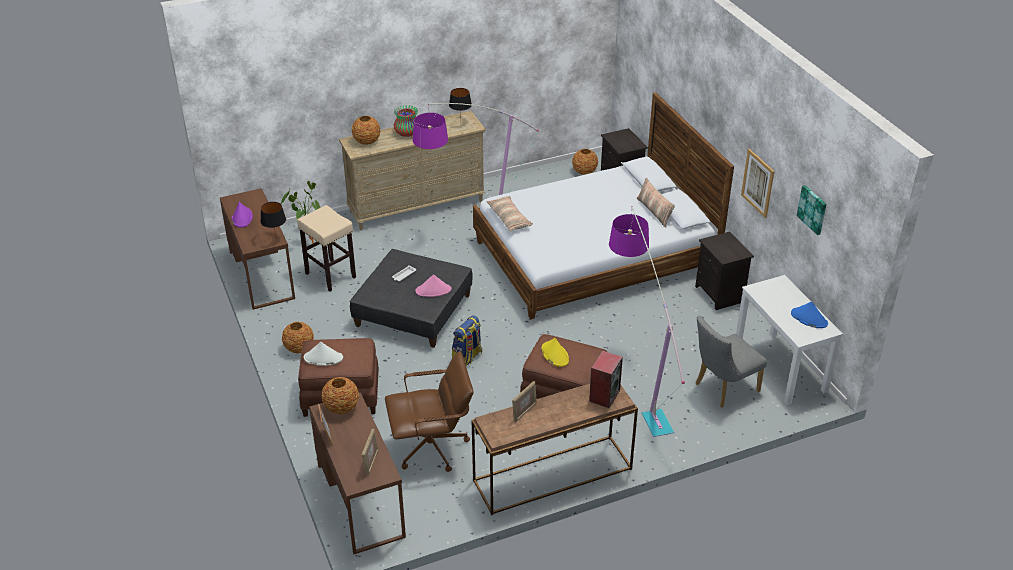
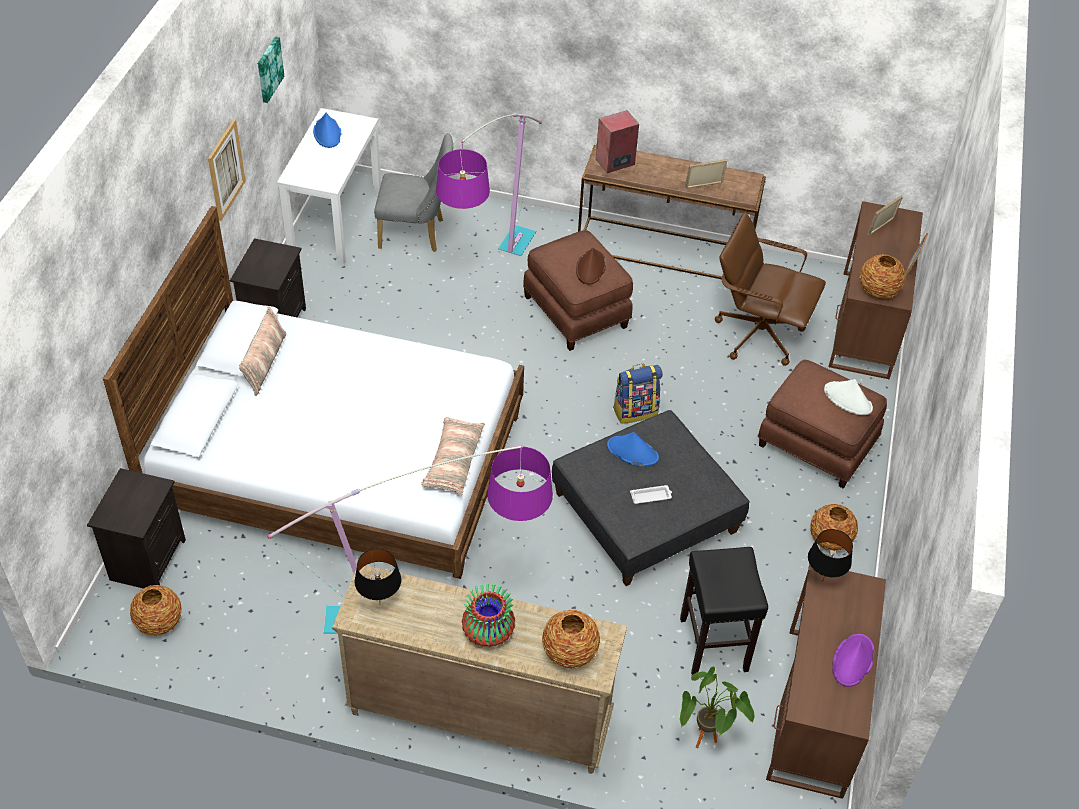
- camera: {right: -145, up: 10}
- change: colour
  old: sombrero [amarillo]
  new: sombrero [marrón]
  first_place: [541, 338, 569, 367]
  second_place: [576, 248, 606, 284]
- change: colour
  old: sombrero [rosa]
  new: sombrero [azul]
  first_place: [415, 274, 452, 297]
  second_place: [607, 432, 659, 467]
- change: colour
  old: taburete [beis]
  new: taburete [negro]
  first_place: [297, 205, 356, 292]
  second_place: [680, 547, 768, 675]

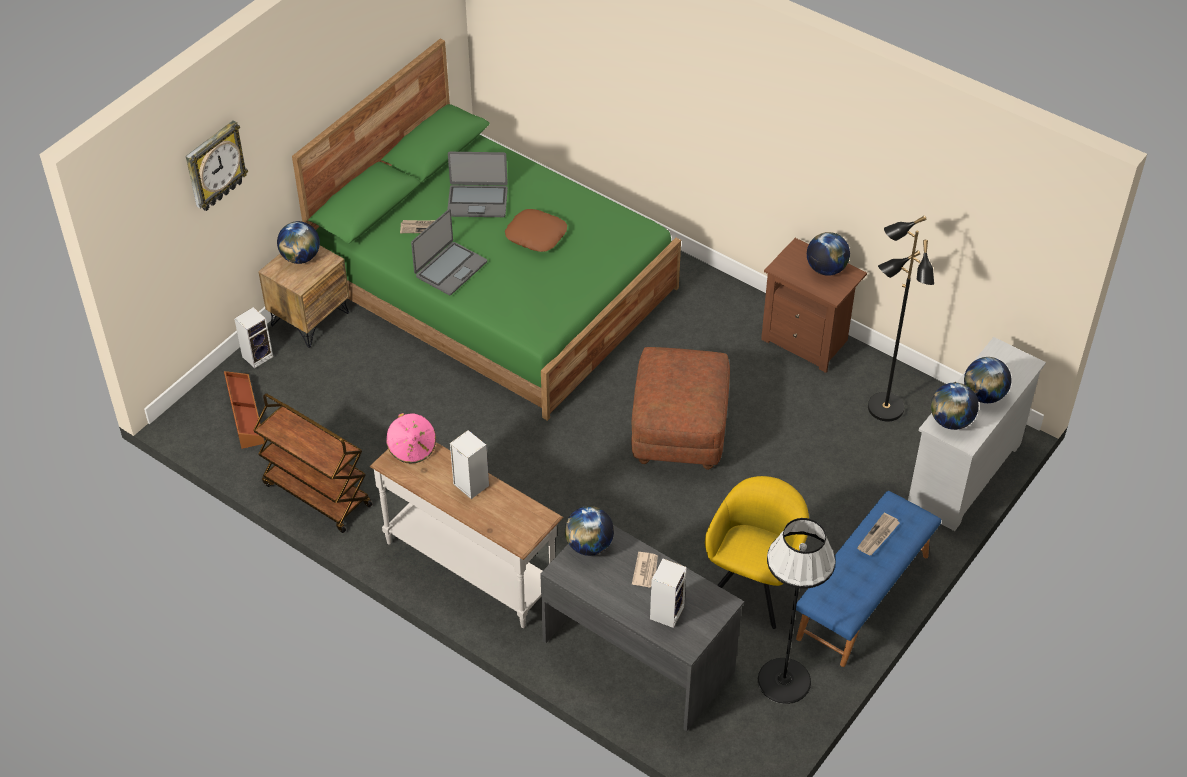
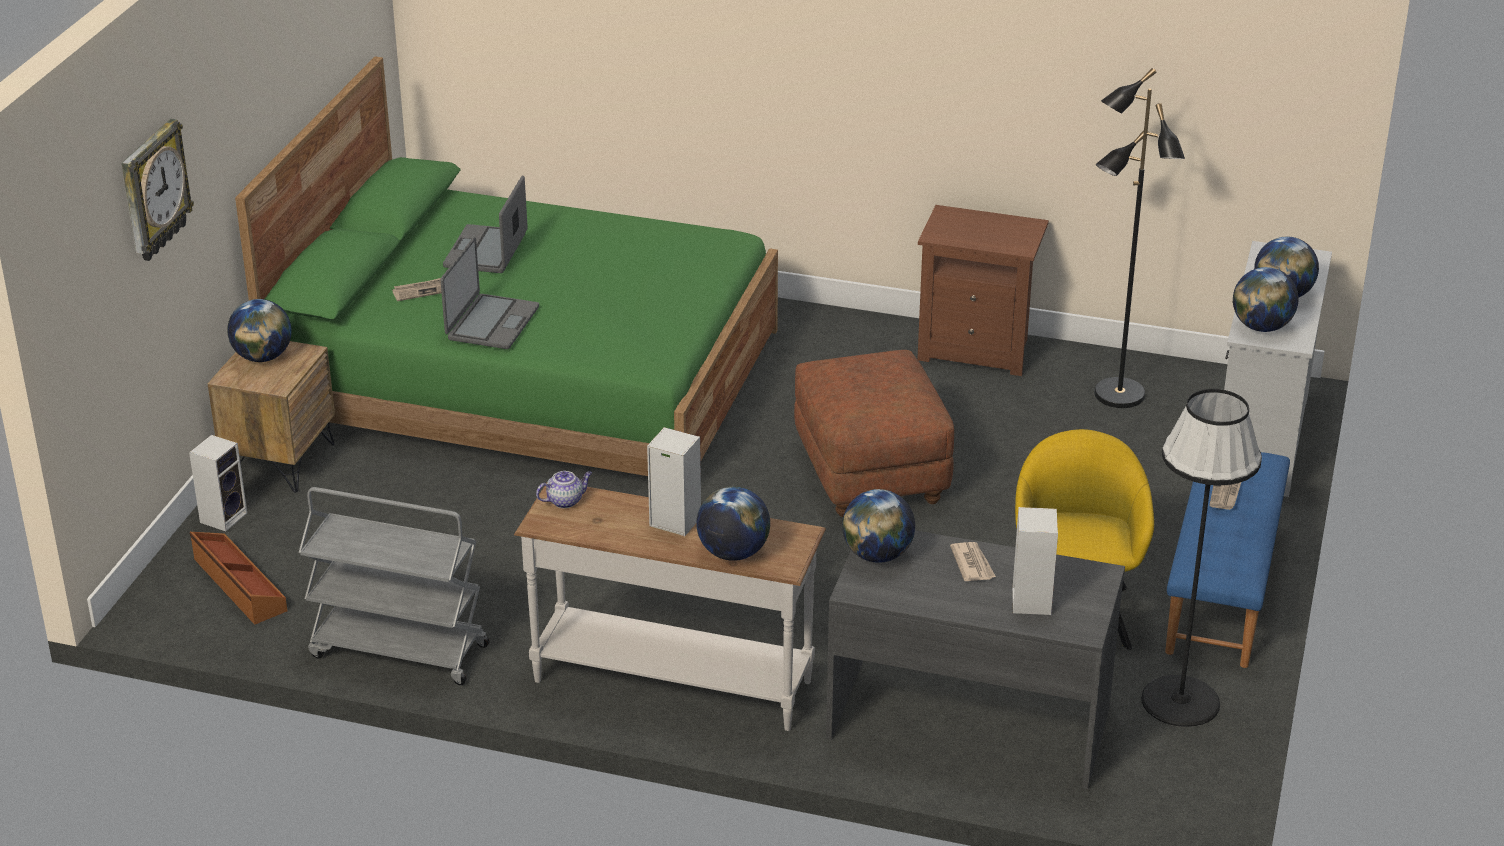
- camera: {right: -20, up: -15}
- change: colour
  old: carrito [marrón]
  new: carrito [gris]
  first_place: [253, 393, 372, 533]
  second_place: [299, 487, 490, 685]
- change: spun
  old: portátil
  first_place: [447, 152, 508, 217]
  second_place: [443, 175, 528, 273]
  degrees: 120
- change: exchanged
  old: sombrero [rosa]
  new: tetera
  first_place: [387, 413, 436, 463]
  second_place: [536, 471, 592, 508]
- change: relocated
  old: globo terráqueo
  first_place: [807, 232, 850, 276]
  second_place: [696, 486, 770, 561]
- change: missing
  old: cojín [marrón]
  first_place: [505, 209, 567, 252]

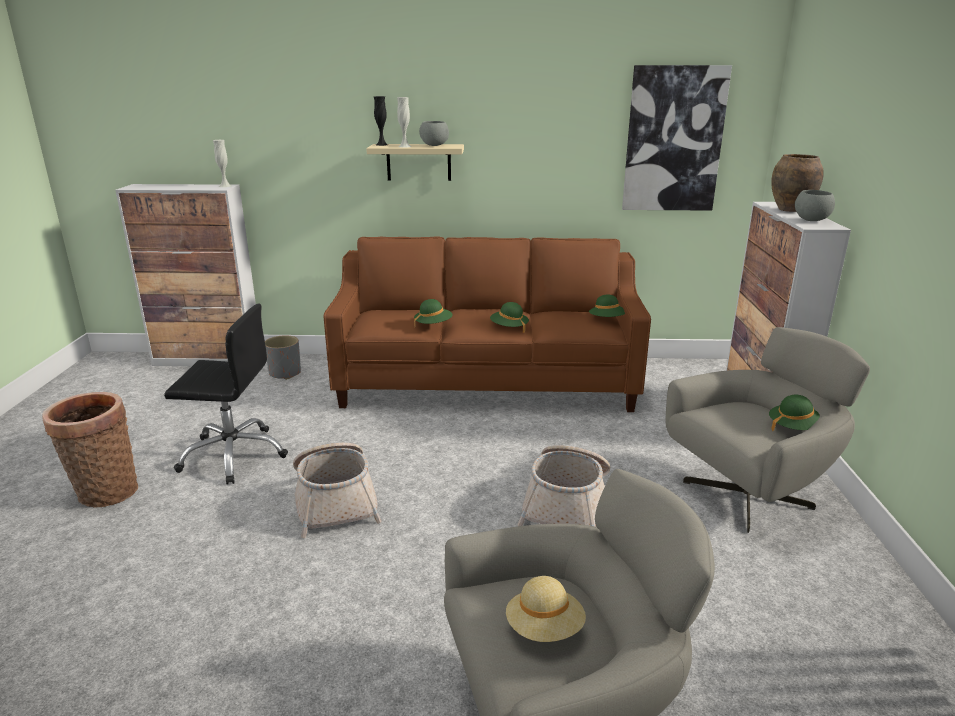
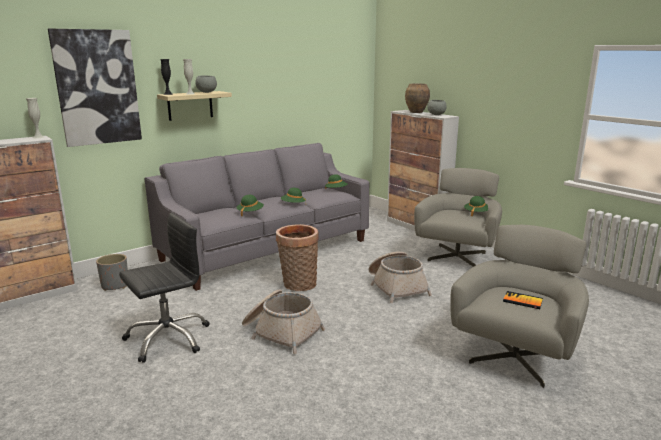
- camera: {right: -40, up: -5}
- change: relocated
  old: cuadro
  first_place: [622, 65, 732, 210]
  second_place: [48, 29, 142, 147]
- change: colour
  old: sofá [marrón]
  new: sofá [gris]
  first_place: [323, 236, 651, 412]
  second_place: [145, 143, 369, 291]
- change: relocated
  old: cesta
  first_place: [42, 392, 138, 507]
  second_place: [276, 224, 319, 291]
- change: exchanged
  old: sombrero [beis]
  new: libro
  first_place: [506, 576, 586, 642]
  second_place: [503, 291, 543, 309]

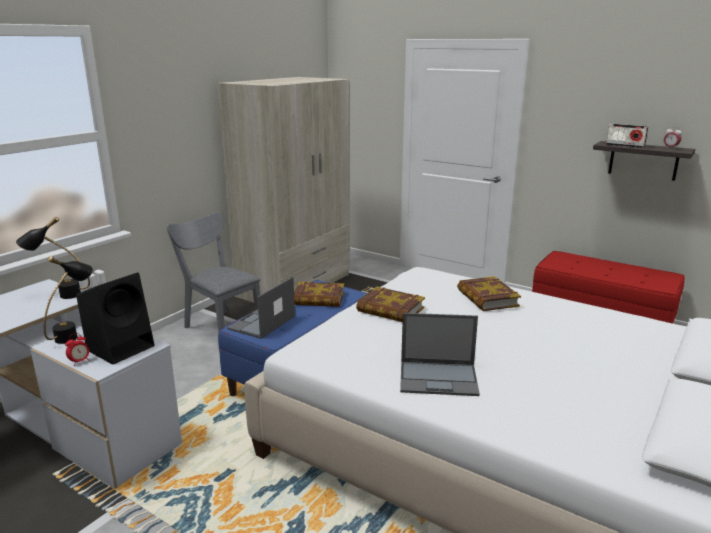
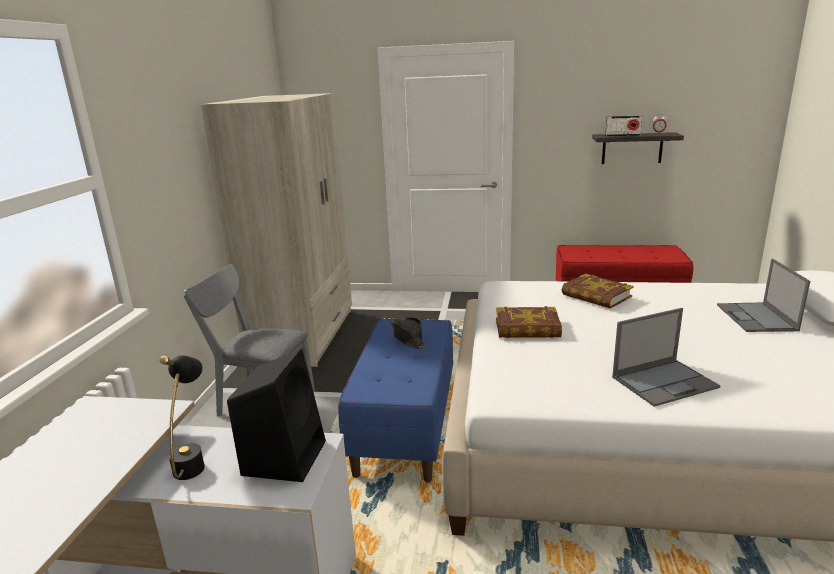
- camera: {right: -25, up: 0}
- change: exchanged
  old: libro
  new: sombrero [negro]
  first_place: [294, 281, 344, 307]
  second_place: [391, 317, 426, 349]
- change: relocated
  old: portátil
  first_place: [227, 277, 295, 339]
  second_place: [717, 259, 810, 332]
- change: missing
  old: lámpara de mesa [negro]
  first_place: [16, 217, 90, 299]
- change: missing
  old: despertador
  first_place: [65, 333, 90, 366]

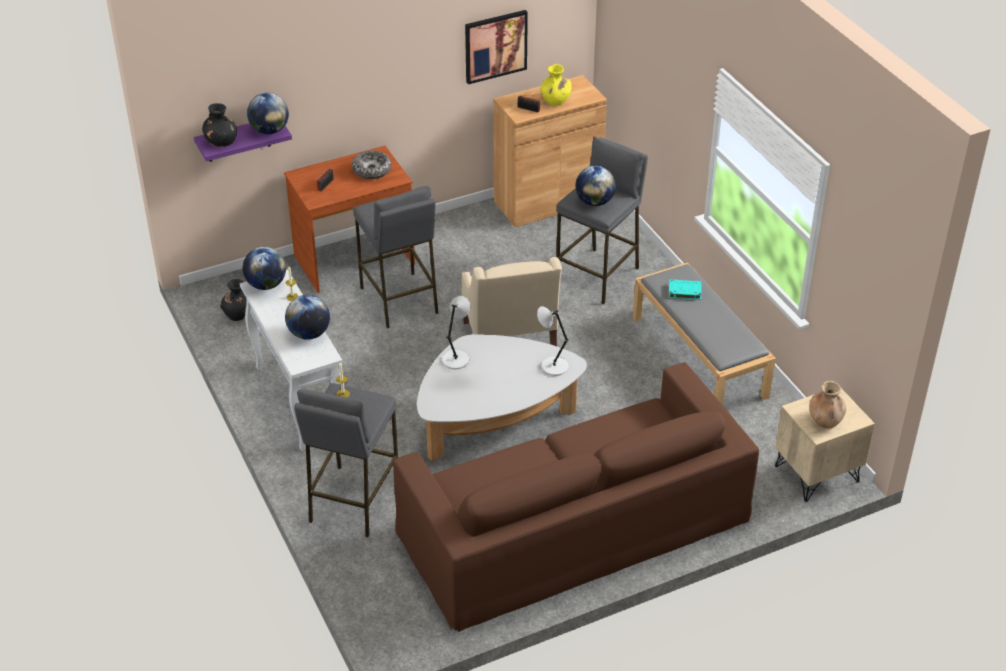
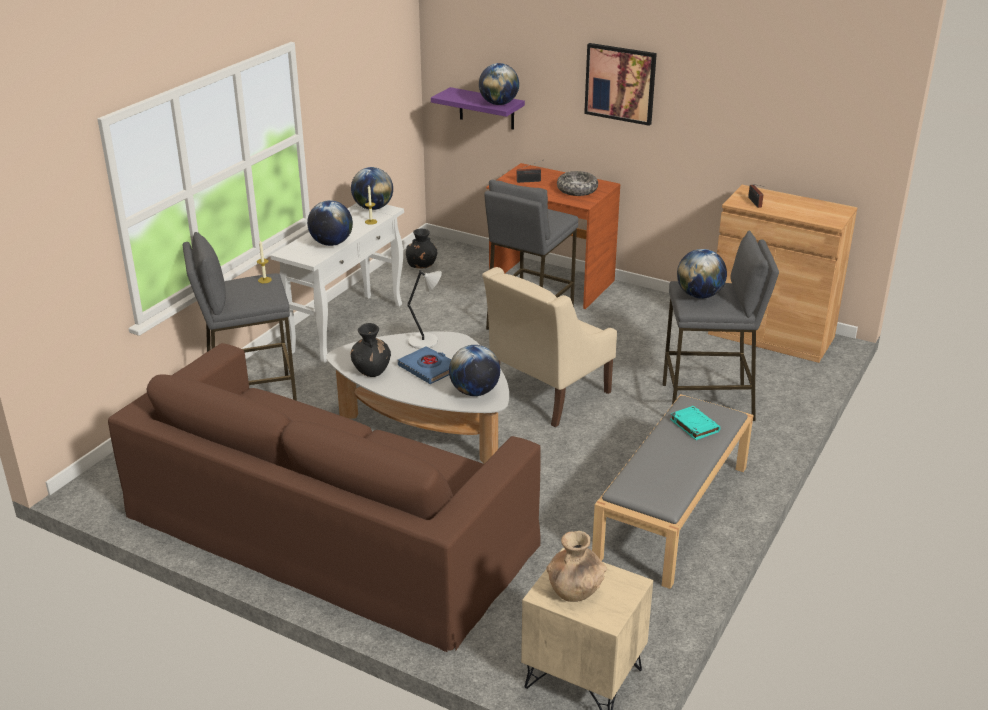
- camera: {right: 55, up: -10}
- change: relocated
  old: florero [negro]
  first_place: [202, 103, 237, 147]
  second_place: [351, 323, 391, 377]
- change: appeared
  new: libro [azul]
  second_place: [398, 346, 451, 384]
- change: exchanged
  old: lámpara de mesa [gris]
  new: globo terráqueo
  first_place: [537, 306, 568, 376]
  second_place: [449, 345, 500, 396]
- change: relocated
  old: cuadro
  first_place: [465, 10, 528, 84]
  second_place: [584, 43, 657, 126]
- change: missing
  old: florero [amarillo]
  first_place: [540, 64, 572, 106]

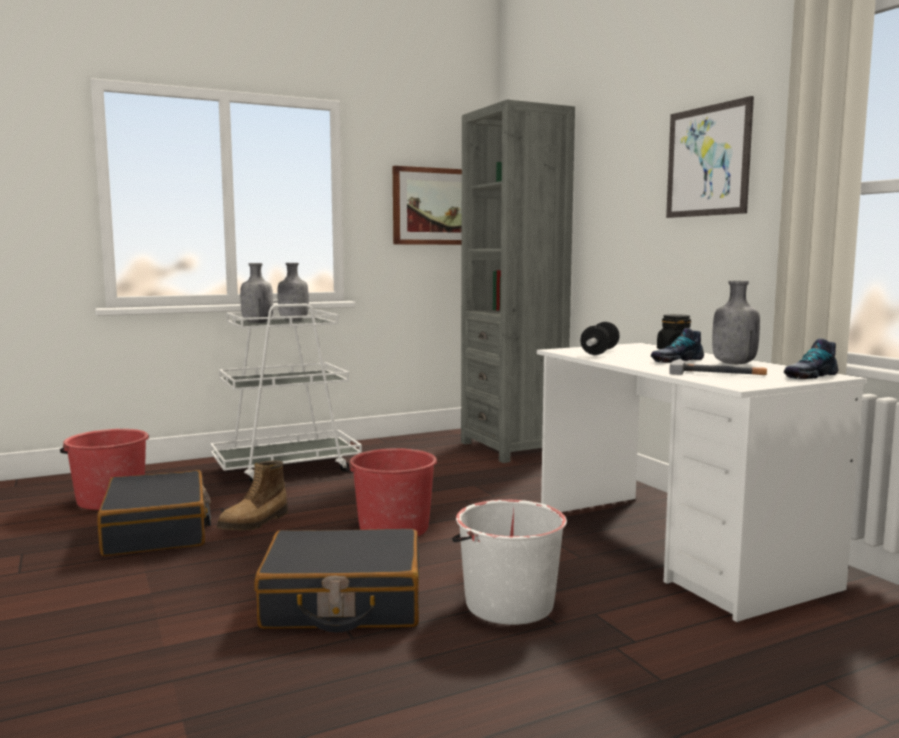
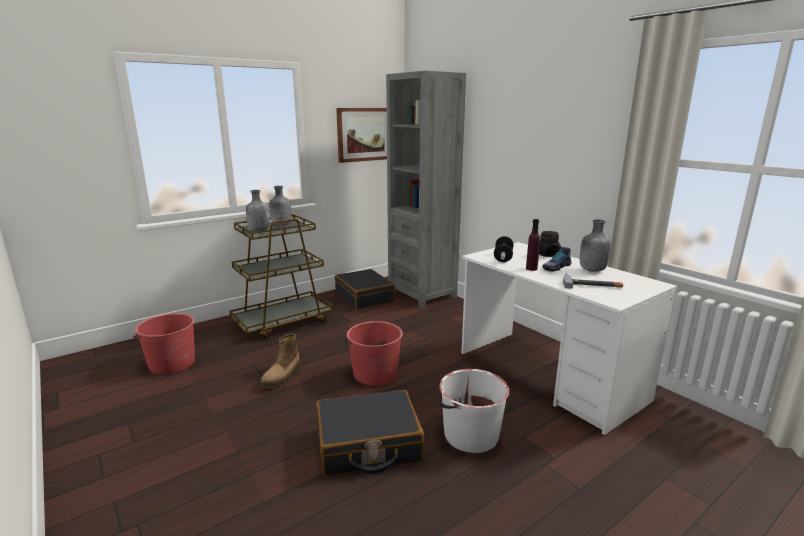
- camera: {right: -10, up: 10}
- change: colour
  old: carrito [blanco]
  new: carrito [marrón]
  first_place: [210, 299, 362, 483]
  second_place: [229, 210, 333, 340]
- change: relocated
  old: maleta [negro]
  first_place: [97, 470, 211, 556]
  second_place: [335, 269, 395, 310]
- change: appeared
  new: botella [morado]
  second_place: [526, 219, 540, 271]
- change: missing
  old: cuadro
  first_place: [666, 96, 754, 218]
- change: missing
  old: zapato
  first_place: [784, 339, 838, 379]

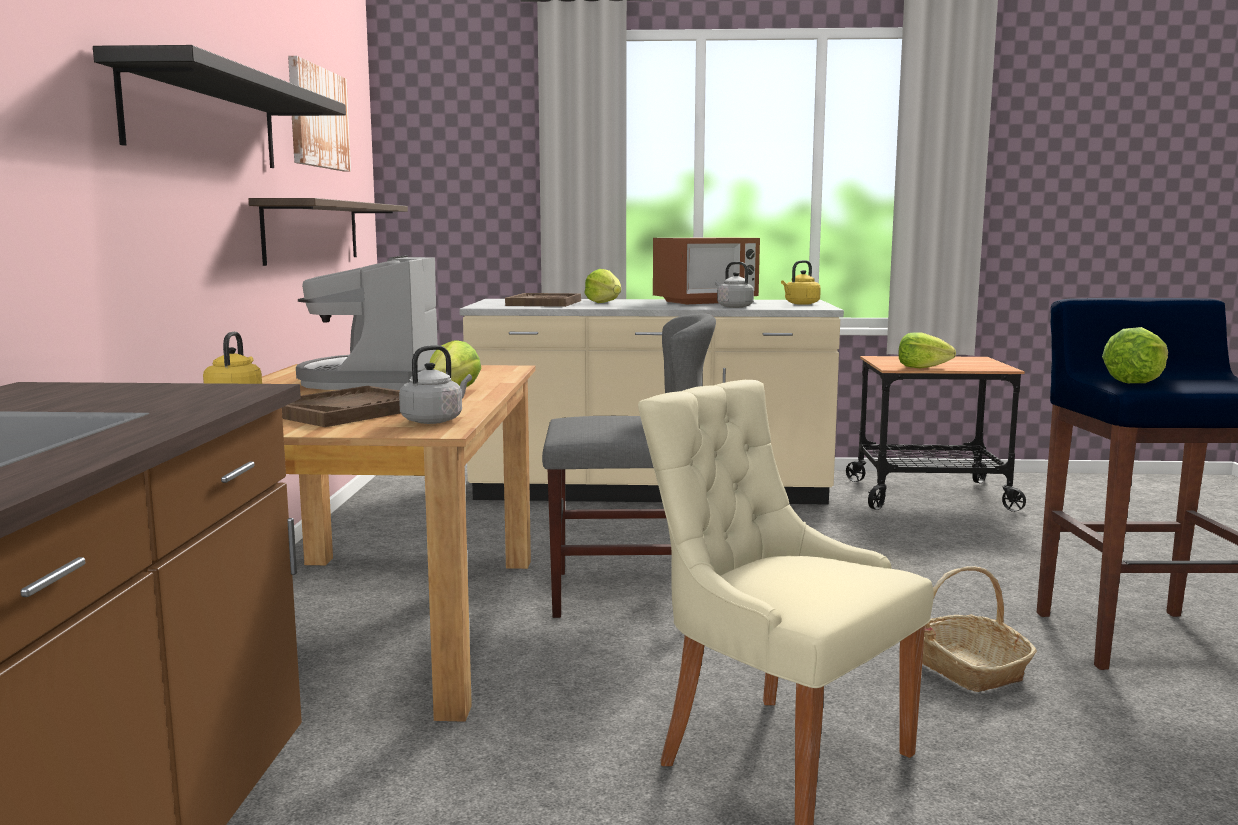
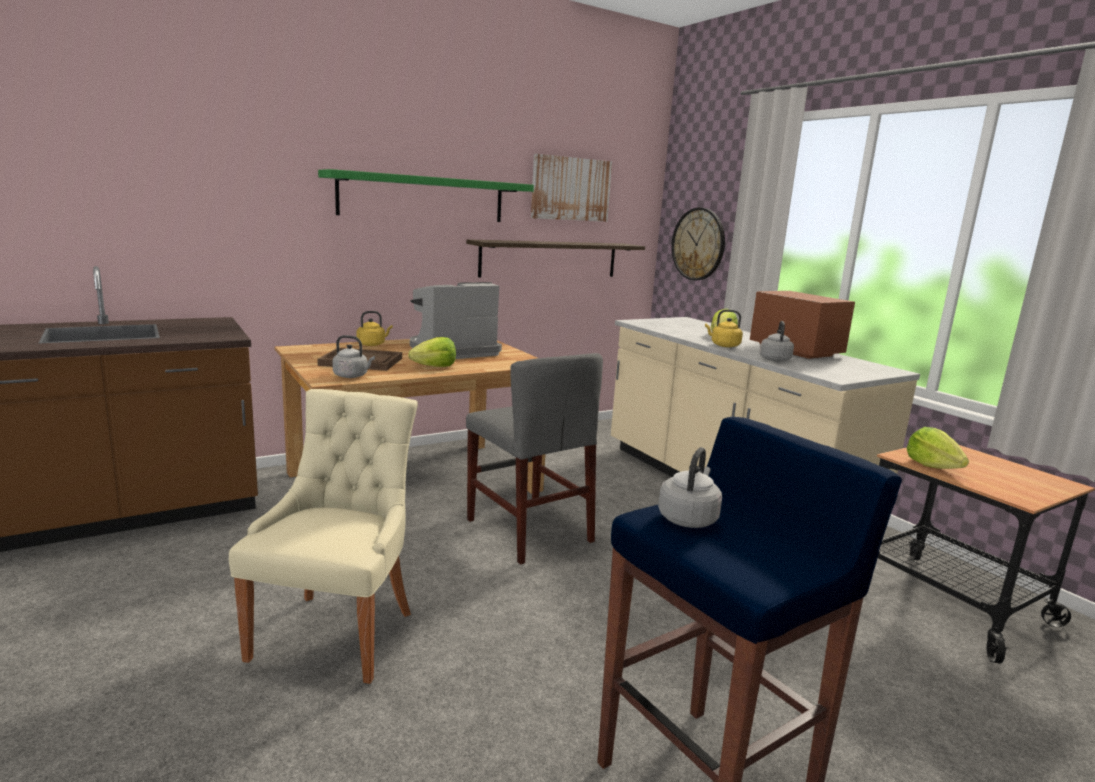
- camera: {right: 55, up: 5}
- change: colour
  old: estante [negro]
  new: estante [verde]
  first_place: [93, 45, 346, 168]
  second_place: [318, 169, 534, 222]
- change: exchanged
  old: lechuga
  new: hervidor [gris]
  first_place: [1102, 327, 1168, 383]
  second_place: [658, 447, 722, 528]
- change: appeared
  new: reloj de pared
  second_place: [671, 207, 725, 280]
- change: relocated
  old: hervidor [amarillo]
  first_place: [781, 260, 821, 305]
  second_place: [705, 310, 743, 347]
- change: spun
  old: microondas
  first_place: [653, 237, 760, 305]
  second_place: [750, 291, 855, 359]
  degrees: -150
- change: missing
  old: bandeja [marrón]
  first_place: [505, 293, 581, 307]
- change: missing
  old: cesta
  first_place: [922, 566, 1037, 692]

